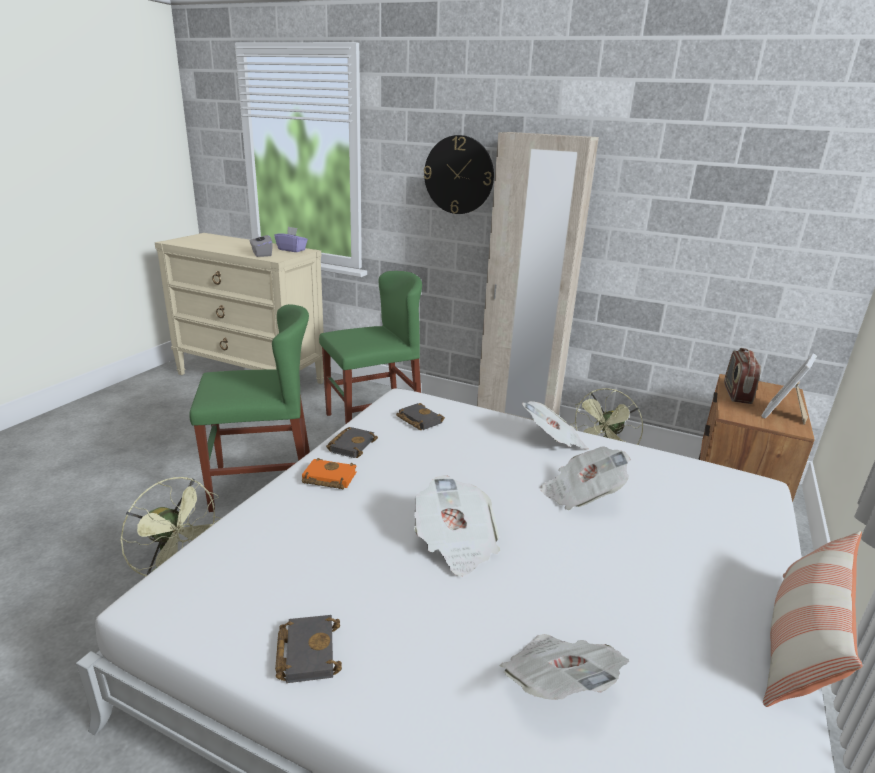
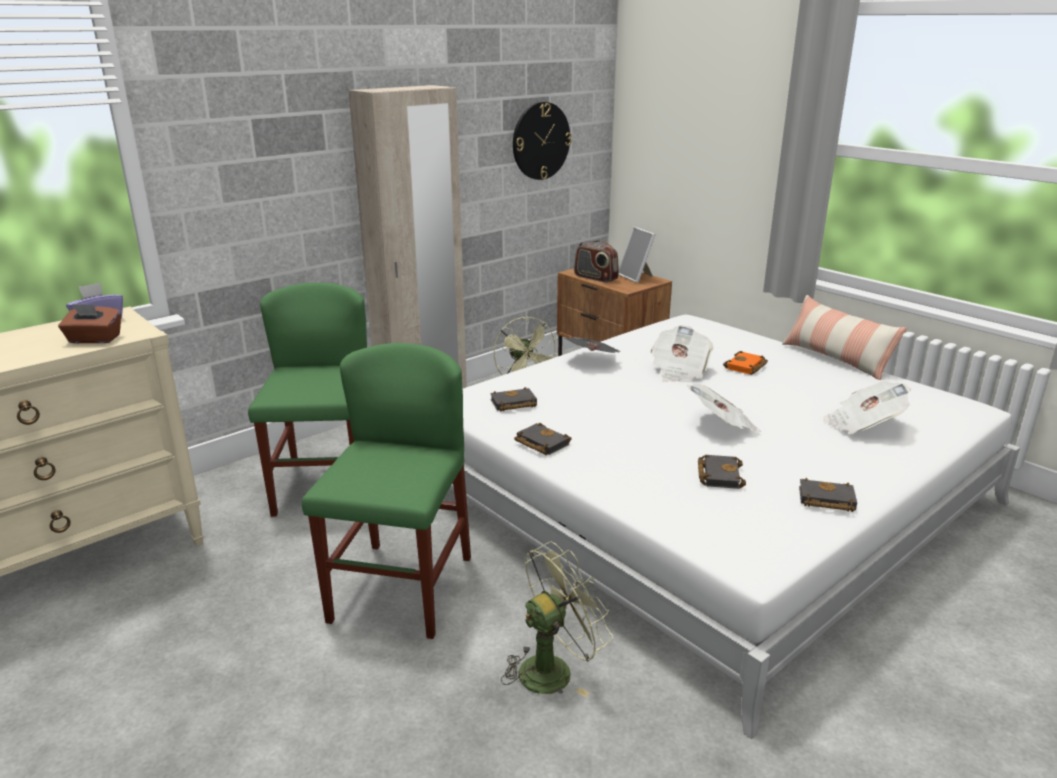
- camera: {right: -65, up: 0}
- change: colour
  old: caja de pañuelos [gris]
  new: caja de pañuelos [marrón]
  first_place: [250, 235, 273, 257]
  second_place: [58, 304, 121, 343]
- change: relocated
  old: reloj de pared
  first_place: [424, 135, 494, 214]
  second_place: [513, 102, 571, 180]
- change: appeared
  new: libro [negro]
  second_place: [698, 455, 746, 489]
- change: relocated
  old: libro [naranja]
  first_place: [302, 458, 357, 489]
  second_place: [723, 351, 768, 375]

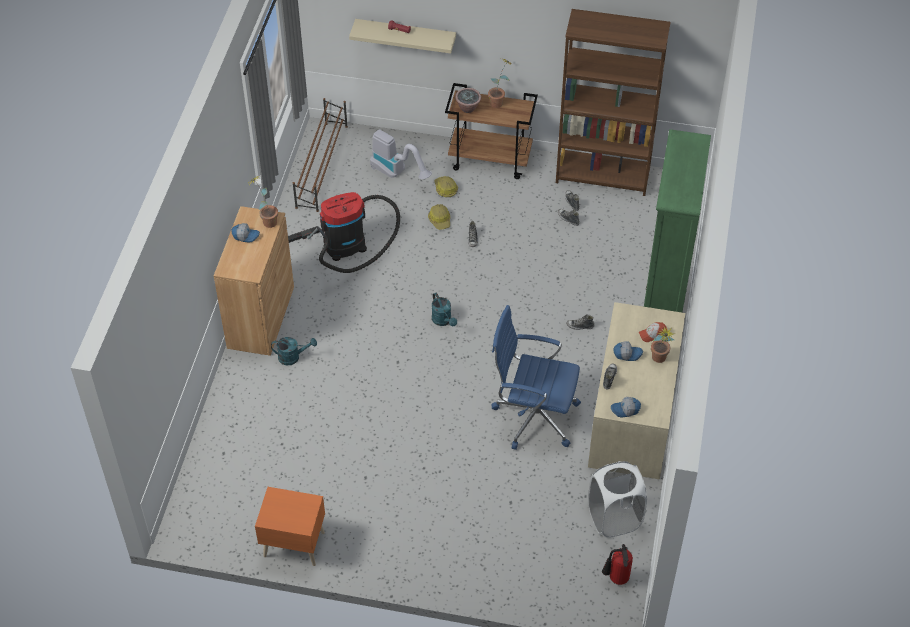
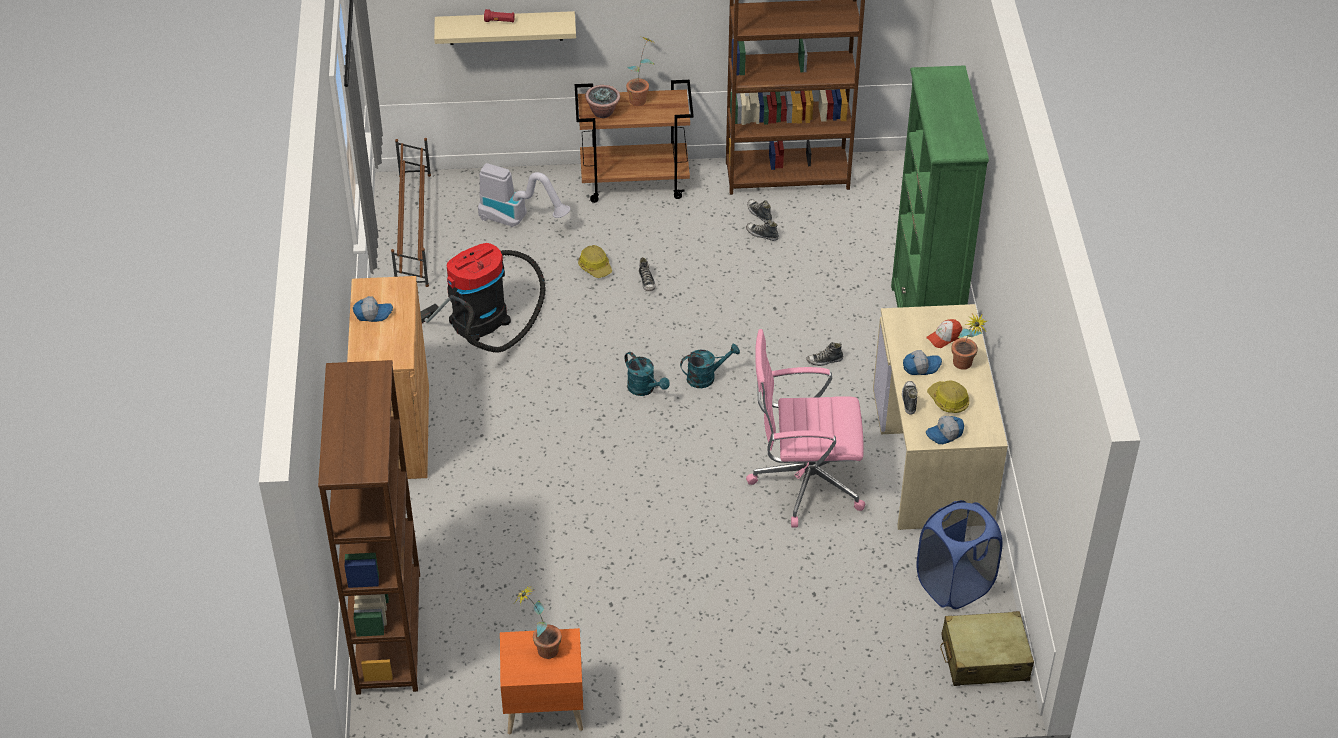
- camera: {right: -15, up: -5}
- change: appeared
  new: estantería [marrón]
  second_place: [318, 360, 420, 695]
- change: relocated
  old: planta en maceta
  first_place: [250, 176, 278, 228]
  second_place: [515, 584, 562, 659]
- change: relocated
  old: regadera [turquesa]
  first_place: [271, 337, 317, 365]
  second_place: [680, 344, 740, 388]
- change: colour
  old: silla de oficina [azul]
  new: silla de oficina [rosa]
  first_place: [492, 305, 581, 450]
  second_place: [746, 329, 865, 527]
- change: colour
  old: cesto de la ropa [blanco]
  new: cesto de la ropa [azul]
  first_place: [588, 461, 647, 538]
  second_place: [916, 500, 1003, 609]
- change: relocated
  old: casco
  first_place: [434, 176, 458, 197]
  second_place: [927, 381, 969, 413]
- change: exchanged
  old: extintor
  new: maleta [beis]
  first_place: [602, 544, 633, 585]
  second_place: [940, 611, 1034, 686]

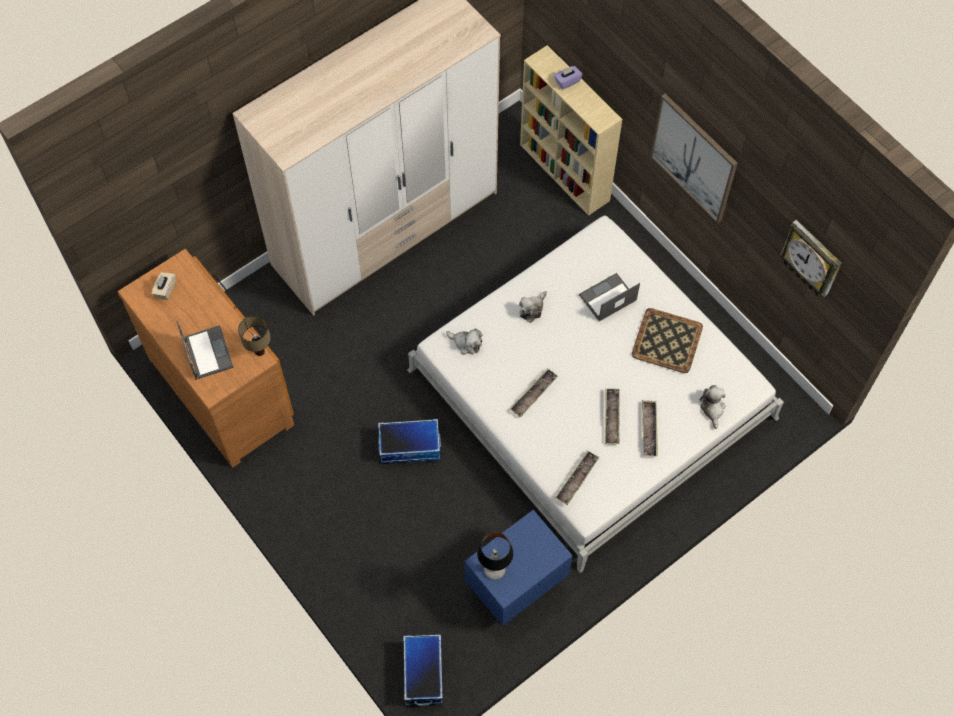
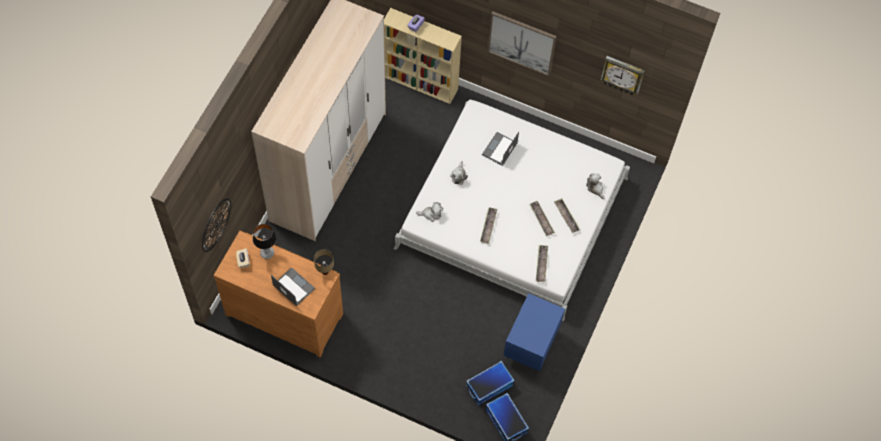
- camera: {right: -30, up: 0}
- change: appeared
  new: reloj de pared
  second_place: [202, 198, 231, 252]
- change: relocated
  old: lámpara de mesa
  first_place: [477, 532, 513, 580]
  second_place: [253, 224, 276, 259]
- change: relocated
  old: caja de almacenaje
  first_place: [378, 419, 441, 464]
  second_place: [466, 361, 515, 406]
- change: missing
  old: bandeja
  first_place: [632, 308, 703, 373]

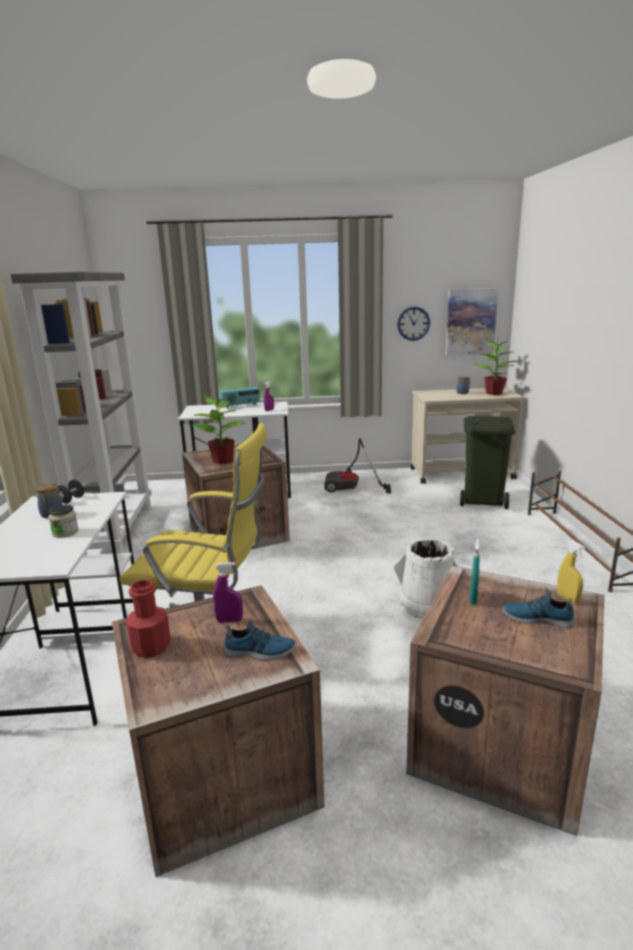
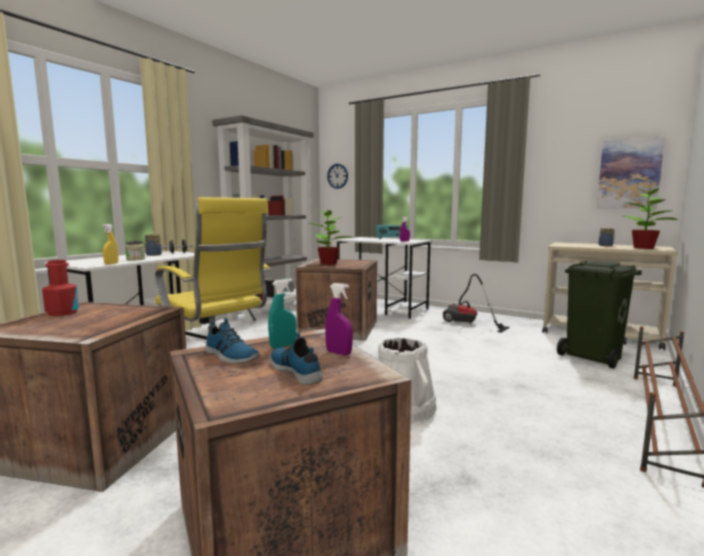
- camera: {right: 35, up: -10}
- change: relocated
  old: pulverizador [amarillo]
  first_place: [557, 540, 585, 604]
  second_place: [102, 224, 118, 265]
- change: relocated
  old: zapato
  first_place: [223, 619, 296, 661]
  second_place: [205, 318, 261, 364]
- change: relocated
  old: pulverizador [morado]
  first_place: [213, 562, 243, 623]
  second_place: [325, 283, 353, 355]
- change: relocated
  old: reloj de pared
  first_place: [397, 307, 430, 341]
  second_place: [327, 164, 348, 189]

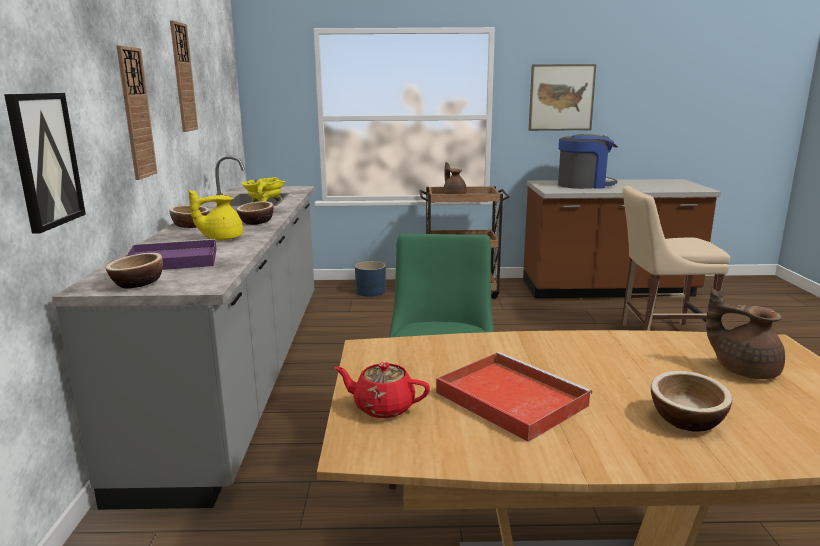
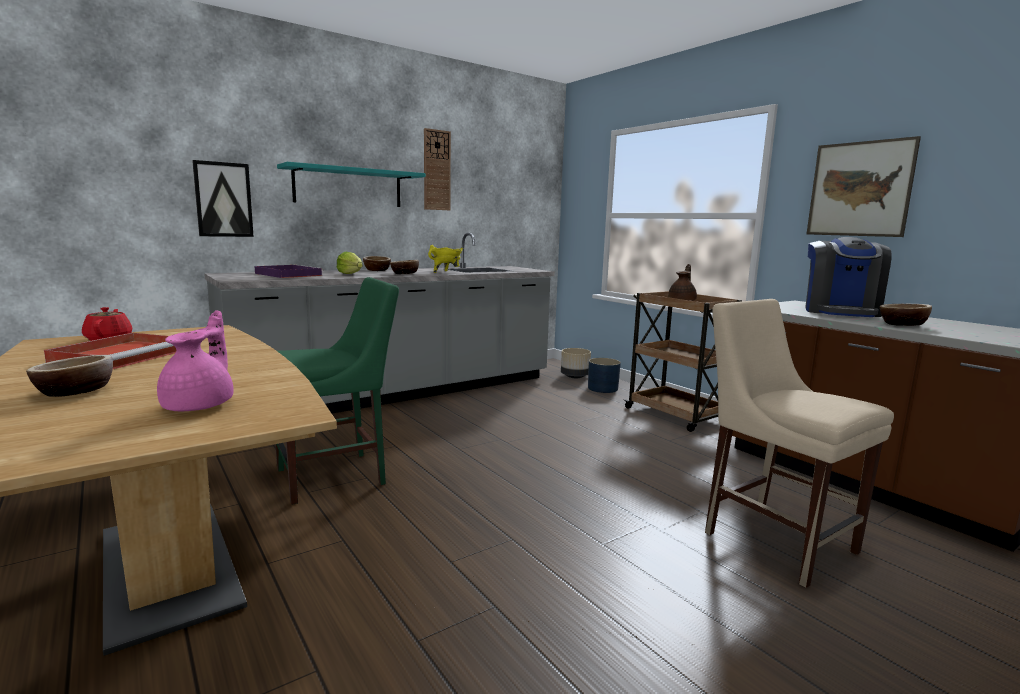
- camera: {right: 55, up: -5}
- change: colour
  old: tetera [marrón]
  new: tetera [rosa]
  first_place: [706, 288, 785, 379]
  second_place: [157, 310, 234, 411]
- change: exchanged
  old: reloj de pared
  new: estante [turquesa]
  first_place: [117, 46, 157, 180]
  second_place: [277, 162, 426, 207]
- change: exchanged
  old: tetera [amarillo]
  new: lechuga
  first_place: [188, 190, 243, 240]
  second_place: [337, 252, 363, 274]
- change: appeared
  new: maceta [beis]
  second_place: [561, 348, 591, 378]
- change: spun
  old: cafetera
  first_place: [558, 134, 618, 189]
  second_place: [805, 237, 892, 317]
  degrees: 60
- change: relocated
  old: cuenco
  first_place: [105, 253, 163, 289]
  second_place: [880, 304, 932, 326]

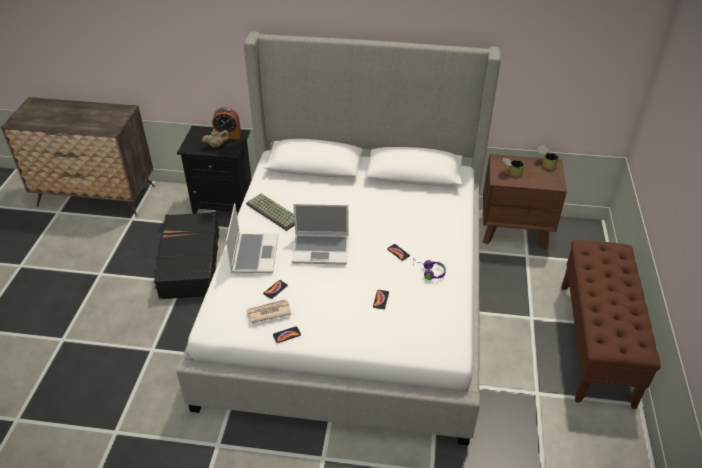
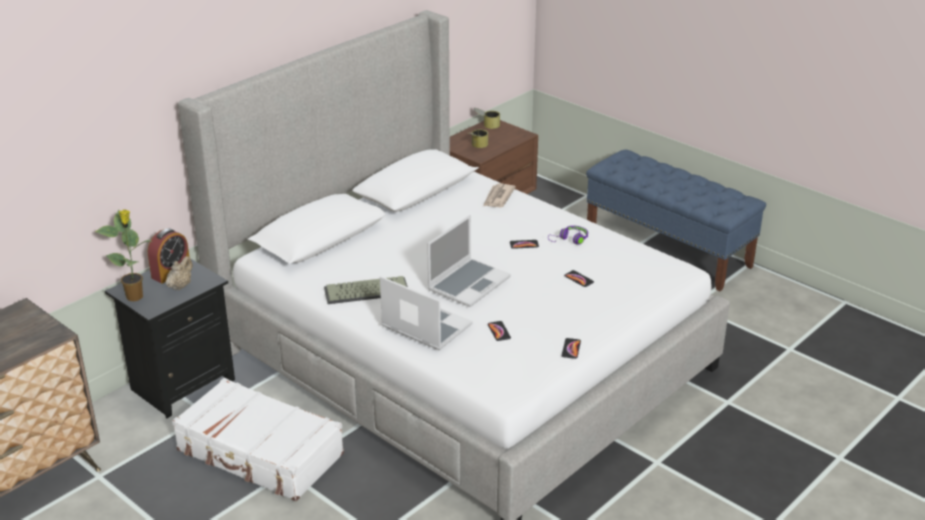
- camera: {right: -55, up: -10}
- change: appeared
  new: planta en maceta
  second_place: [95, 210, 153, 301]
- change: colour
  old: maleta [negro]
  new: maleta [blanco]
  first_place: [154, 212, 219, 299]
  second_place: [172, 378, 344, 501]
- change: relocated
  old: periódico
  first_place: [246, 299, 292, 323]
  second_place: [483, 183, 516, 207]
- change: colour
  old: banco [marrón]
  new: banco [azul]
  first_place: [561, 240, 661, 409]
  second_place: [586, 149, 766, 291]

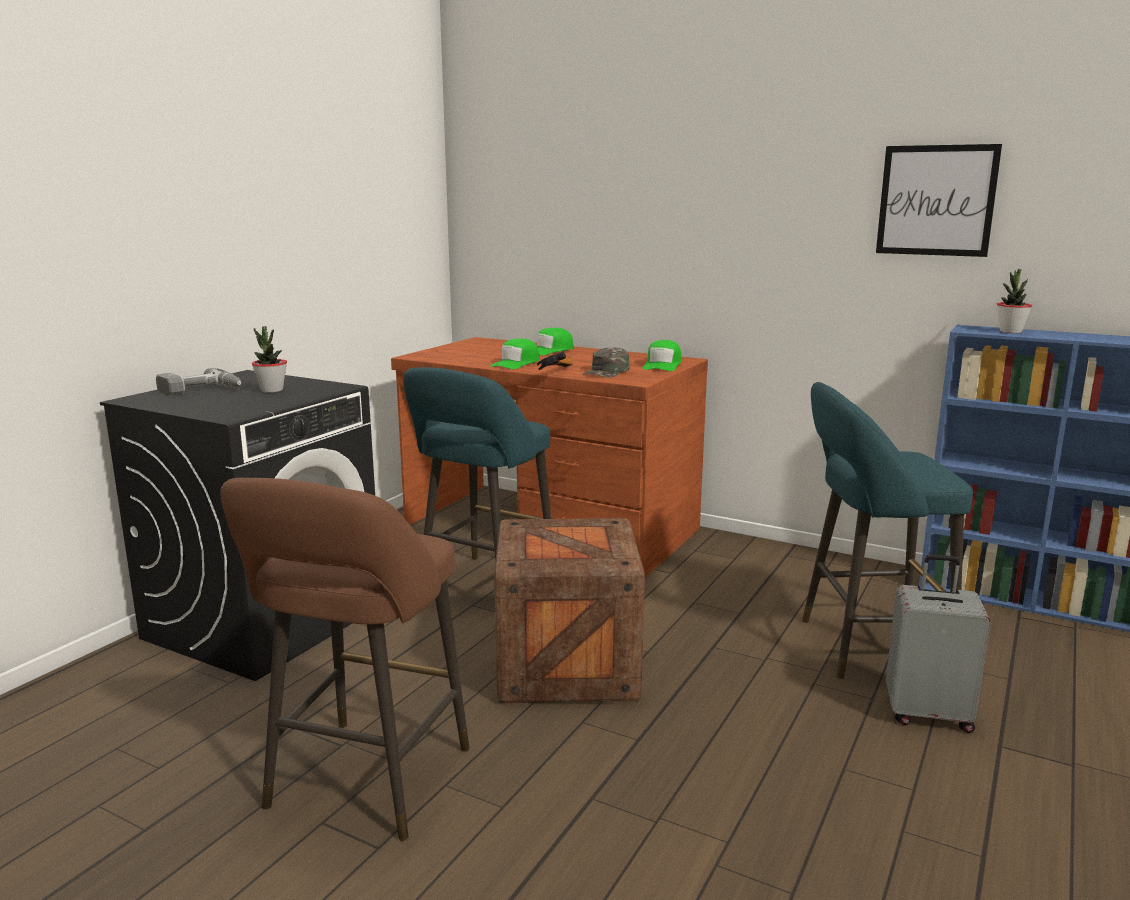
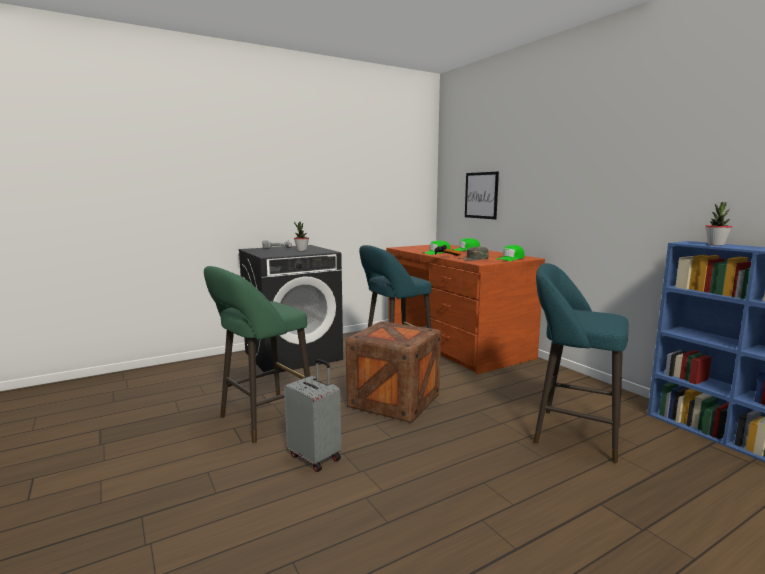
- camera: {right: 30, up: -5}
- change: colour
  old: taburete [marrón]
  new: taburete [verde]
  first_place: [220, 478, 469, 841]
  second_place: [204, 266, 310, 443]
- change: relocated
  old: maleta [gris]
  first_place: [886, 554, 990, 733]
  second_place: [284, 359, 341, 472]
- change: relocated
  old: cuadro
  first_place: [876, 144, 1002, 257]
  second_place: [465, 172, 499, 219]

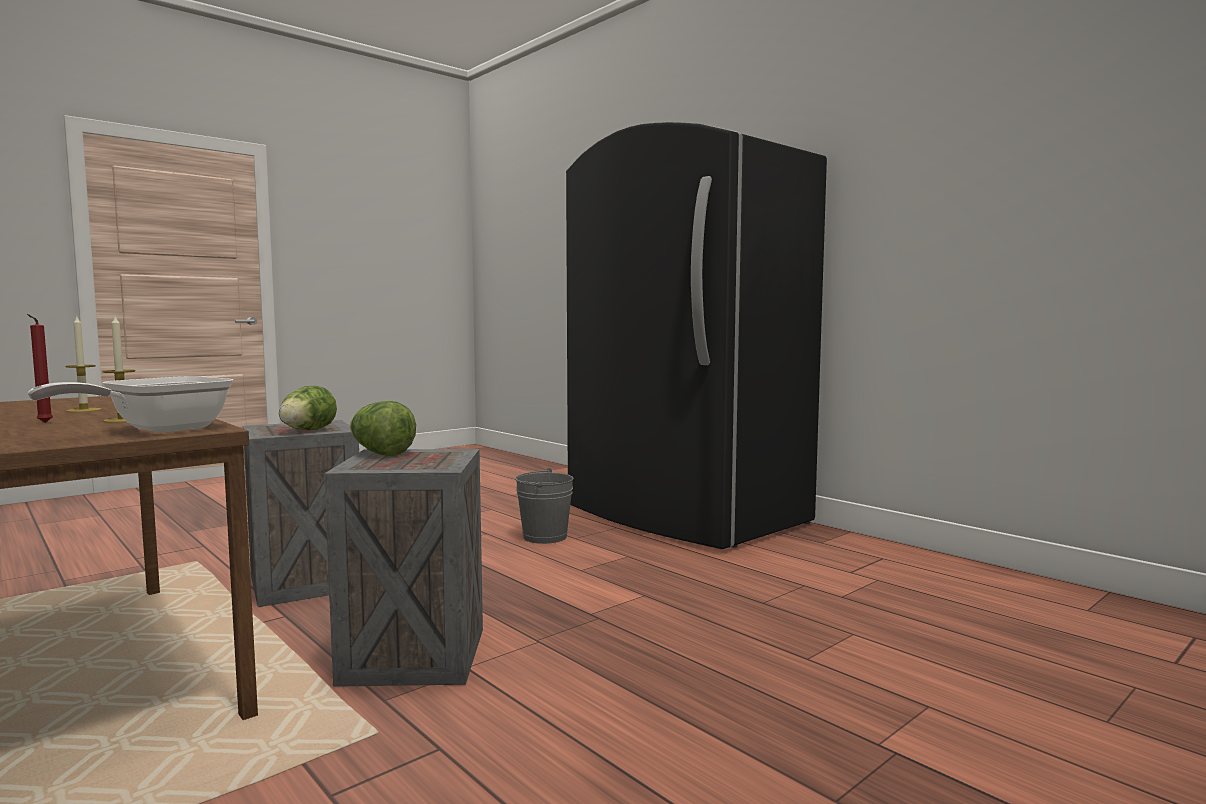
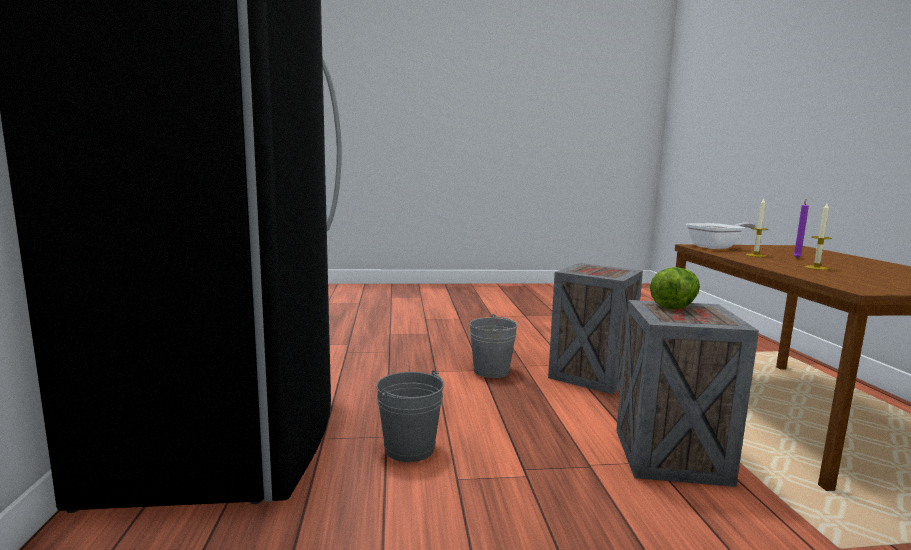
- camera: {right: -145, up: 5}
- change: appeared
  new: cubo [gris]
  second_place: [470, 314, 518, 378]
- change: colour
  old: vela [rojo]
  new: vela [morado]
  first_place: [27, 314, 53, 423]
  second_place: [793, 199, 809, 258]
- change: missing
  old: lechuga
  first_place: [350, 401, 416, 456]

